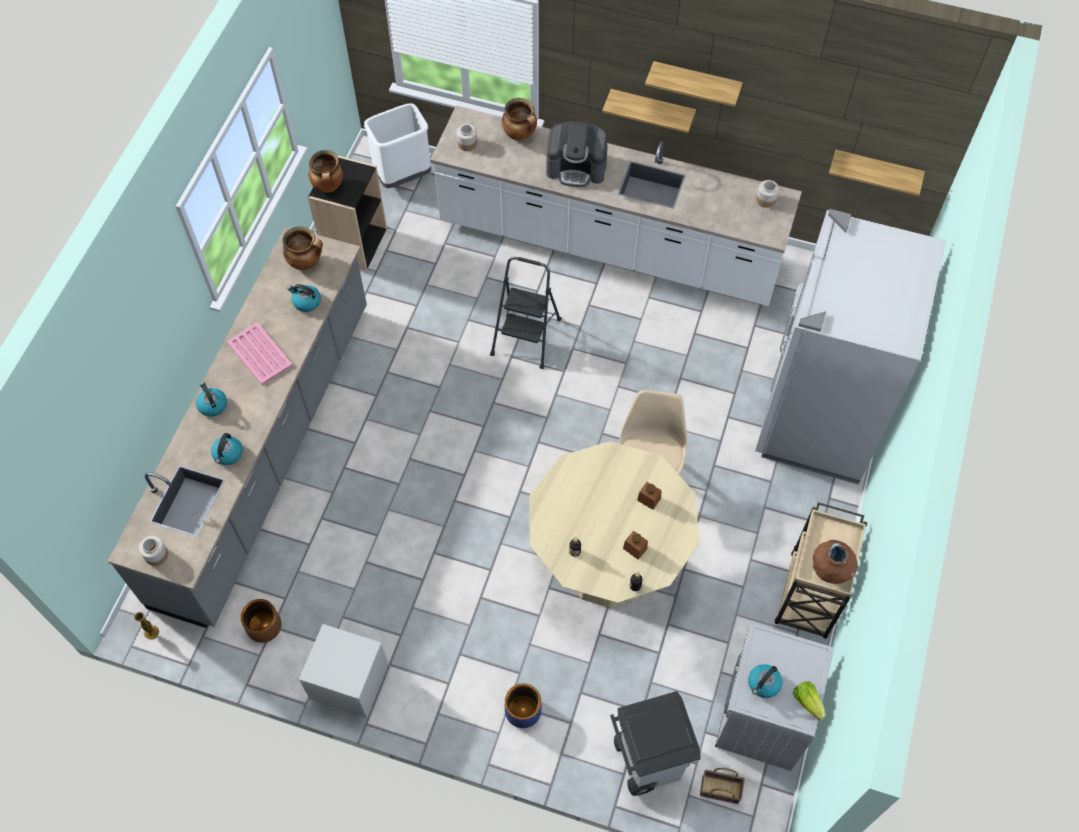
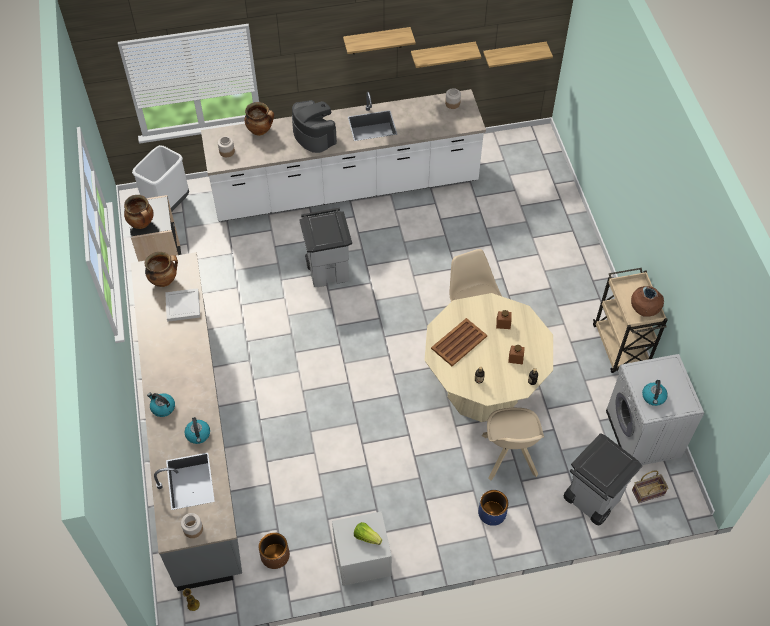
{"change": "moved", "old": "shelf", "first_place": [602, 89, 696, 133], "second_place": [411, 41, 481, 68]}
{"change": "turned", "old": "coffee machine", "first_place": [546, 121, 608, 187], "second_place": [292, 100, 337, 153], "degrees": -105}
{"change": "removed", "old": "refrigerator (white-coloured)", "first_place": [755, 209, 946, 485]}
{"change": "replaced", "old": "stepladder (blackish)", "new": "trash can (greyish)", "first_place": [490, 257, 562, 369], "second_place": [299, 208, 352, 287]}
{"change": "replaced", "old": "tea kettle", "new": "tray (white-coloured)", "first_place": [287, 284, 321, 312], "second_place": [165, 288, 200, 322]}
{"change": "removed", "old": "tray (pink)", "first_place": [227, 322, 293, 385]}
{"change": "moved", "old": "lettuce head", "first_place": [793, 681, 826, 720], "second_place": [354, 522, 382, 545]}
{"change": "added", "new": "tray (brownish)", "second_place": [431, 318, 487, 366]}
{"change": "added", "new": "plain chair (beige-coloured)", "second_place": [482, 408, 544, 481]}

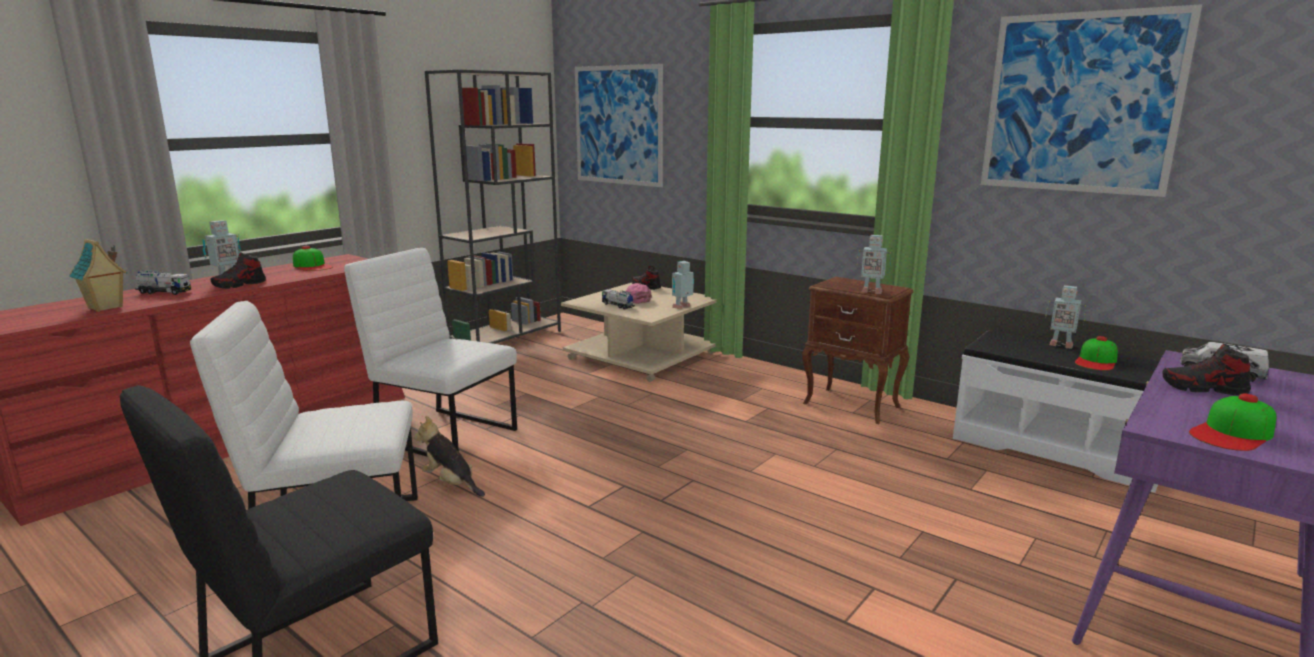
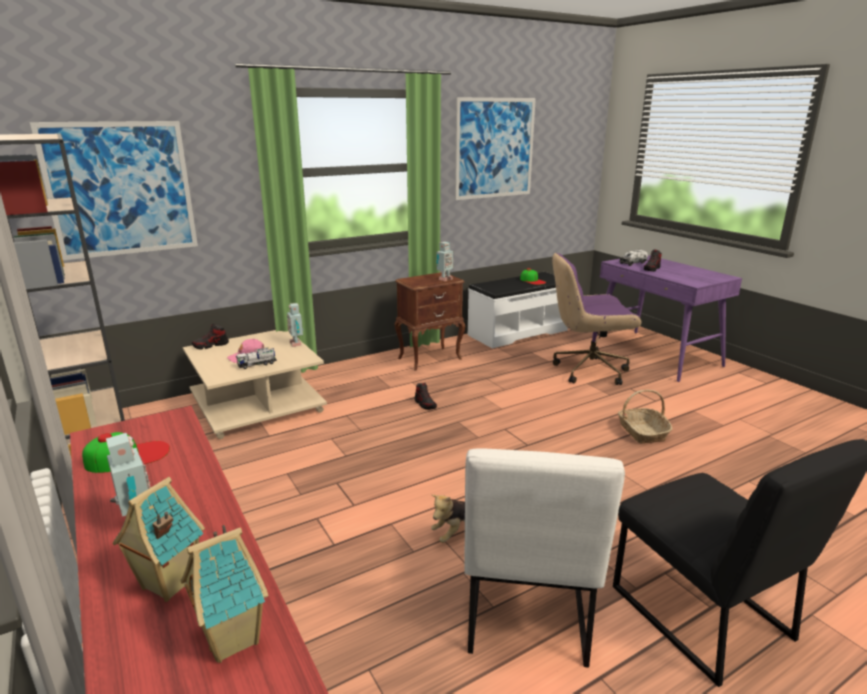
{"change": "removed", "old": "plain chair (white-coloured)", "first_place": [344, 248, 517, 457]}
{"change": "moved", "old": "shoe", "first_place": [211, 252, 266, 289], "second_place": [415, 383, 437, 410]}
{"change": "replaced", "old": "toy truck", "new": "model house", "first_place": [135, 270, 191, 295], "second_place": [113, 477, 205, 602]}
{"change": "removed", "old": "model robot", "first_place": [1045, 285, 1086, 348]}
{"change": "removed", "old": "peaked cap", "first_place": [1189, 393, 1276, 451]}
{"change": "added", "new": "office chair (purple-coloured)", "second_place": [552, 253, 642, 385]}
{"change": "added", "new": "household basket", "second_place": [618, 390, 672, 444]}

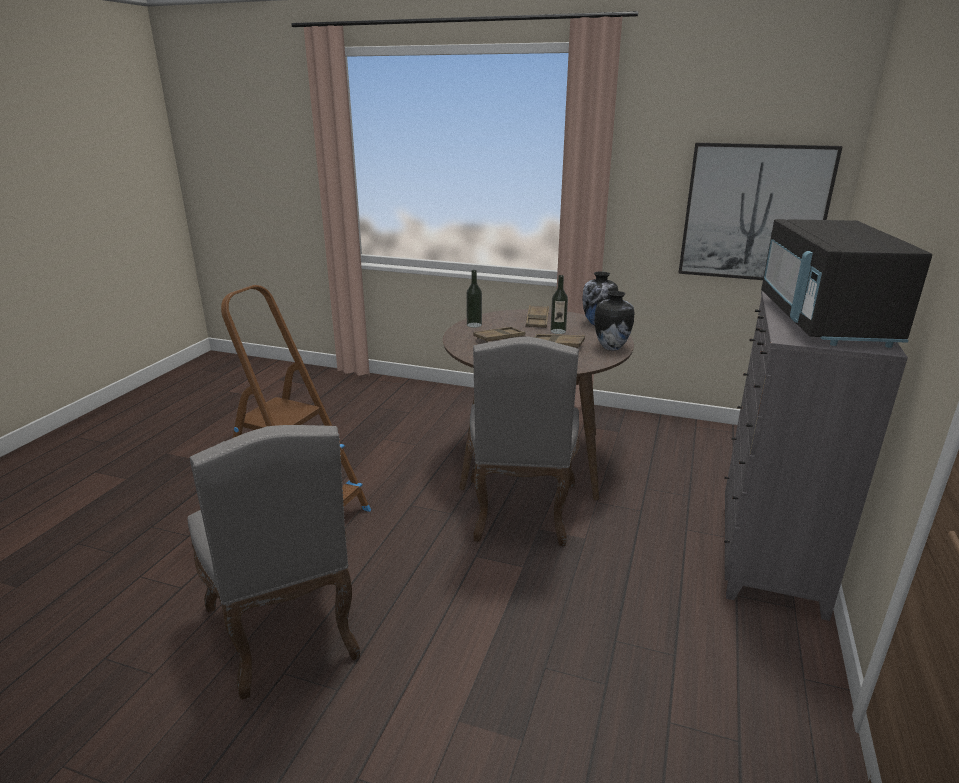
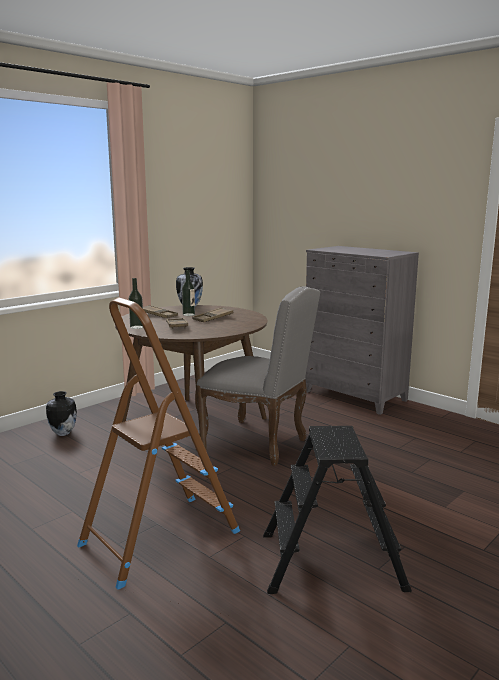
{"change": "removed", "old": "wall picture", "first_place": [678, 143, 843, 280]}
{"change": "removed", "old": "microwave oven (blackish)", "first_place": [761, 219, 932, 348]}
{"change": "moved", "old": "vase", "first_place": [594, 291, 635, 351], "second_place": [46, 391, 77, 436]}
{"change": "replaced", "old": "plain chair (greyish)", "new": "stepladder (blackish)", "first_place": [187, 425, 360, 700], "second_place": [263, 426, 412, 594]}

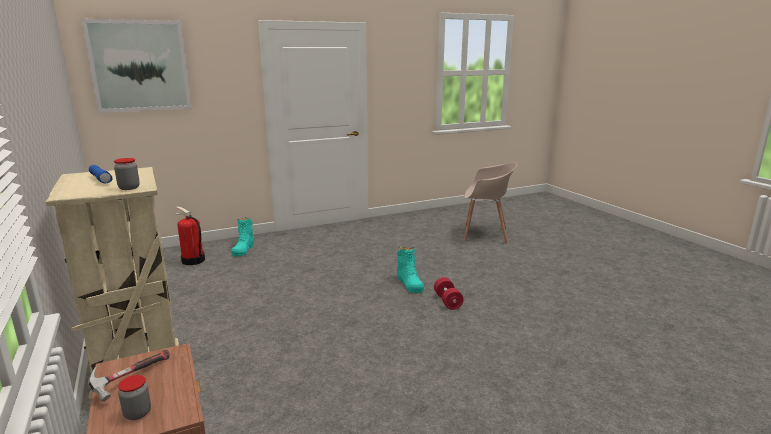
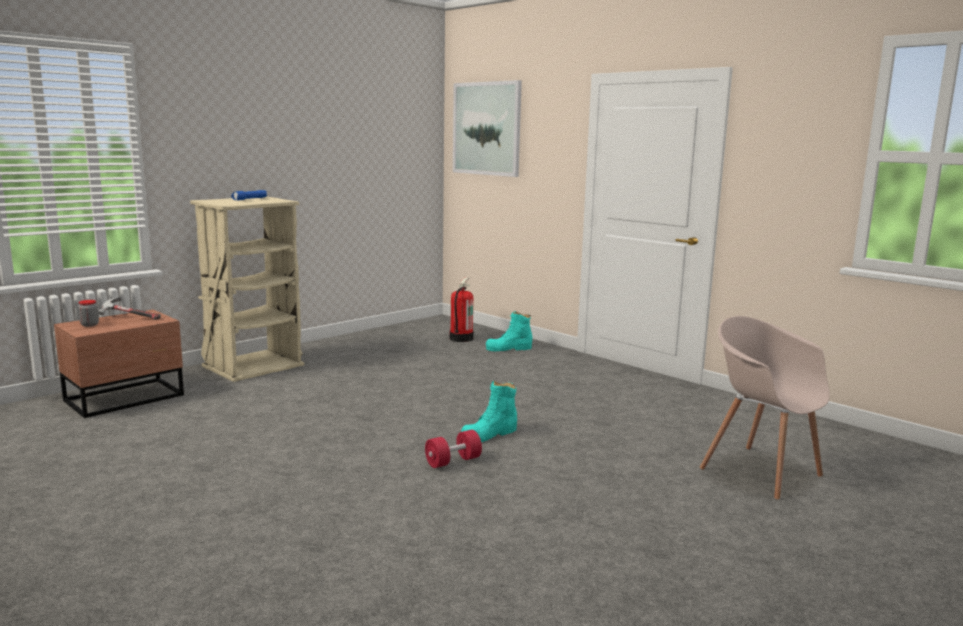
{"change": "removed", "old": "preserve jar", "first_place": [114, 158, 140, 190]}
{"change": "turned", "old": "plain chair (beige-coloured)", "first_place": [464, 162, 517, 243], "second_place": [700, 316, 830, 500], "degrees": 150}

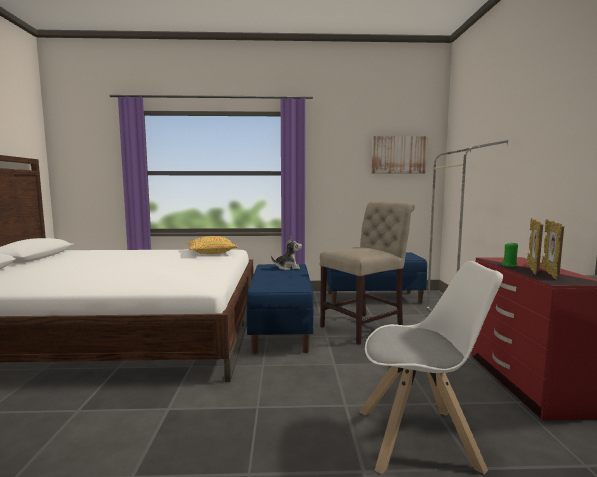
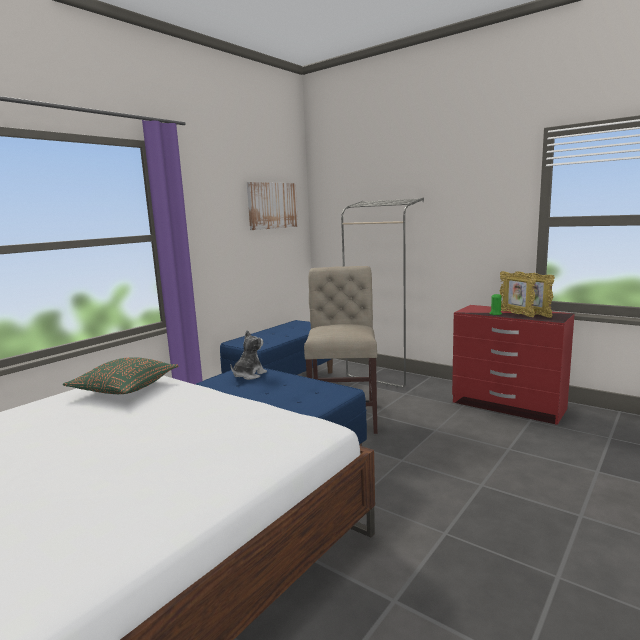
{"change": "recoloured", "old": "throw pillow (yellow-coloured)", "new": "throw pillow (green-coloured)", "first_place": [187, 236, 238, 254], "second_place": [63, 357, 178, 394]}
{"change": "removed", "old": "plain chair", "first_place": [359, 261, 503, 474]}

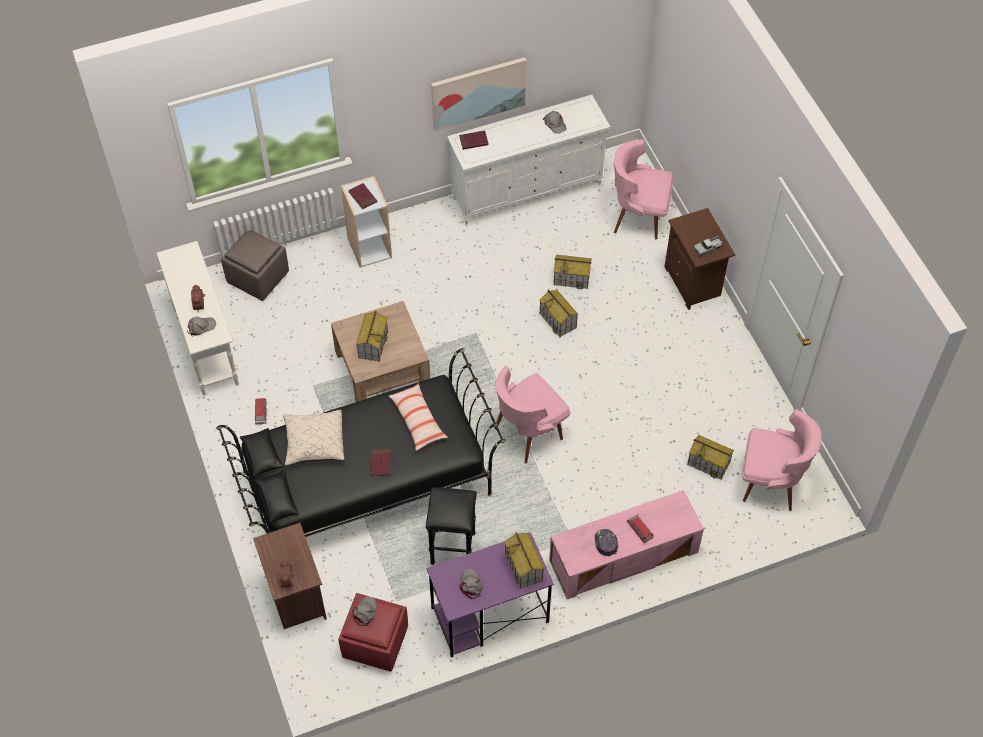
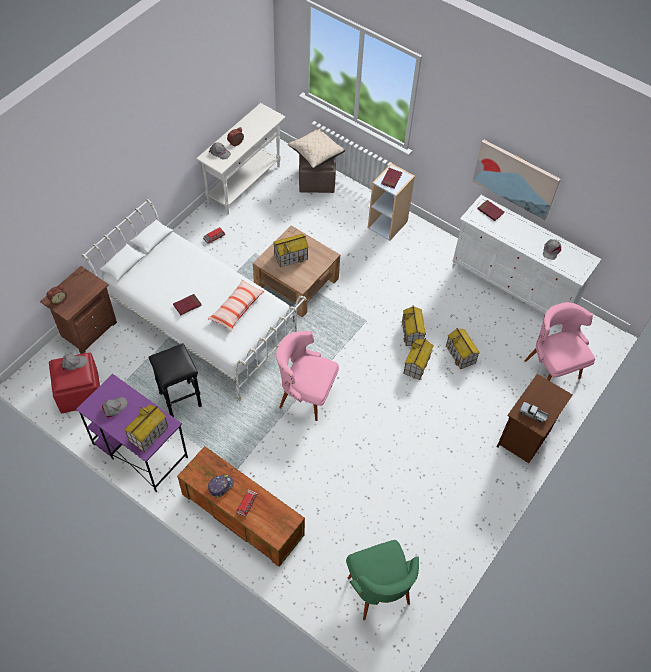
{"change": "recoloured", "old": "sleeping bed (blackish)", "new": "sleeping bed (white-coloured)", "first_place": [216, 348, 506, 537], "second_place": [82, 199, 307, 401]}
{"change": "recoloured", "old": "plain chair (pink)", "new": "plain chair (green-coloured)", "first_place": [742, 409, 821, 511], "second_place": [346, 540, 419, 620]}
{"change": "moved", "old": "throw pillow (beige-coloured)", "first_place": [283, 410, 345, 466], "second_place": [288, 128, 345, 169]}
{"change": "moved", "old": "model house", "first_place": [687, 435, 734, 480], "second_place": [402, 305, 426, 346]}
{"change": "recoloured", "old": "indoor bench (pink)", "new": "indoor bench (brownish)", "first_place": [549, 490, 704, 599], "second_place": [177, 446, 305, 567]}

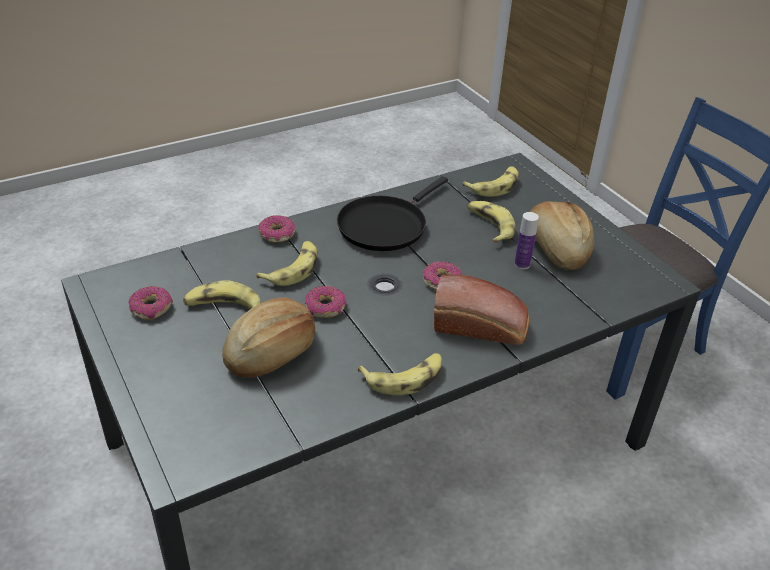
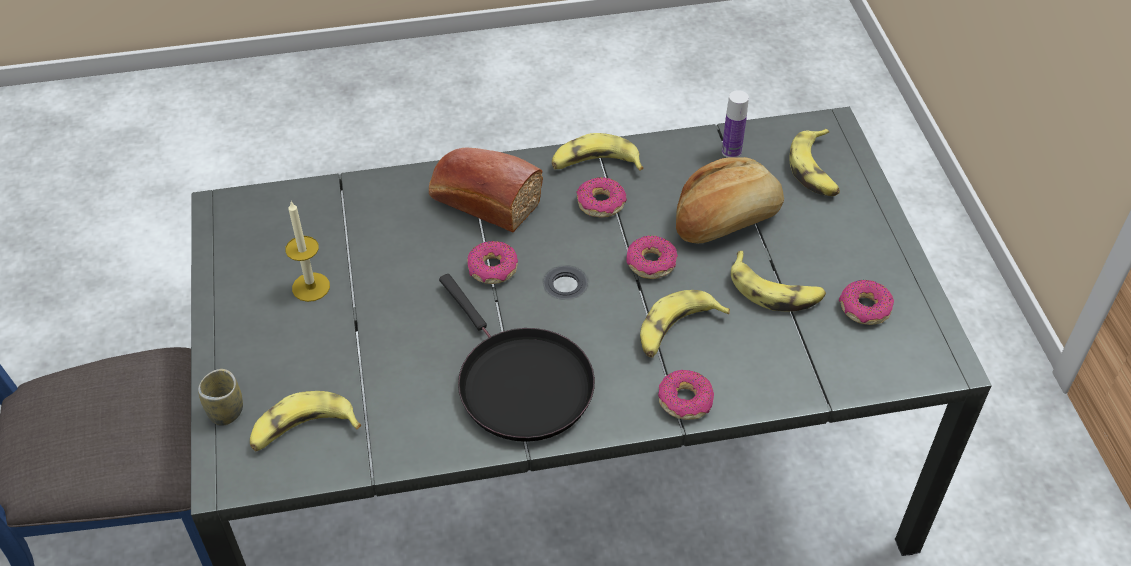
{"change": "turned", "old": "frying pan (blackish)", "first_place": [337, 176, 448, 251], "second_place": [439, 274, 595, 442], "degrees": 90}
{"change": "moved", "old": "banana", "first_place": [467, 201, 515, 243], "second_place": [790, 129, 840, 196]}
{"change": "replaced", "old": "bread", "new": "candle", "first_place": [530, 201, 594, 270], "second_place": [285, 202, 330, 302]}
{"change": "moved", "old": "beverage bottle", "first_place": [514, 212, 539, 269], "second_place": [722, 90, 749, 158]}
{"change": "added", "new": "donut", "second_place": [577, 177, 627, 218]}
{"change": "added", "new": "small cup", "second_place": [198, 369, 243, 426]}

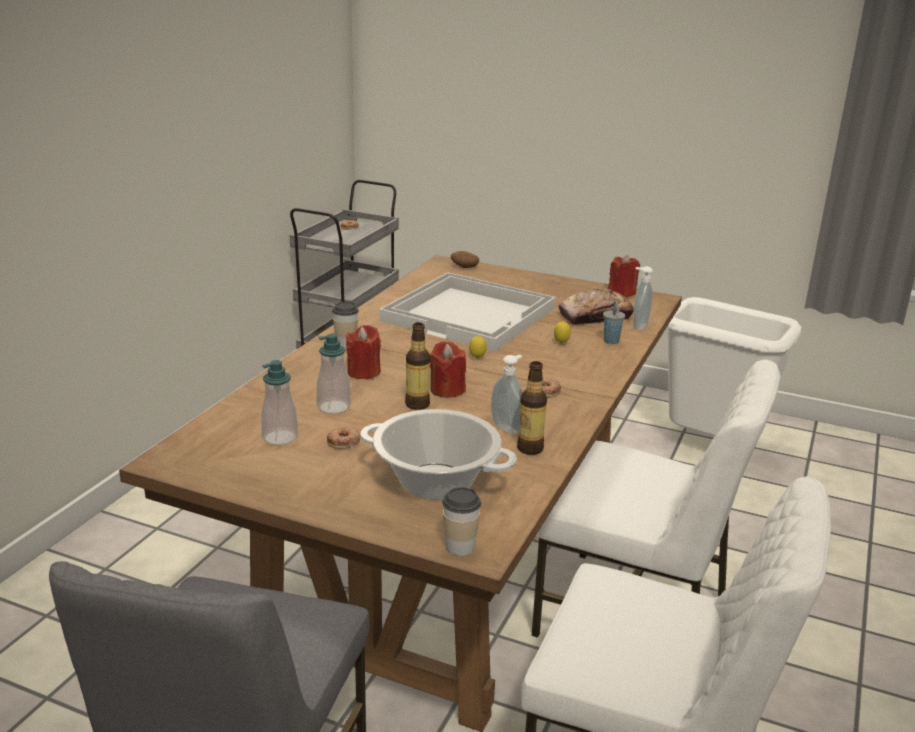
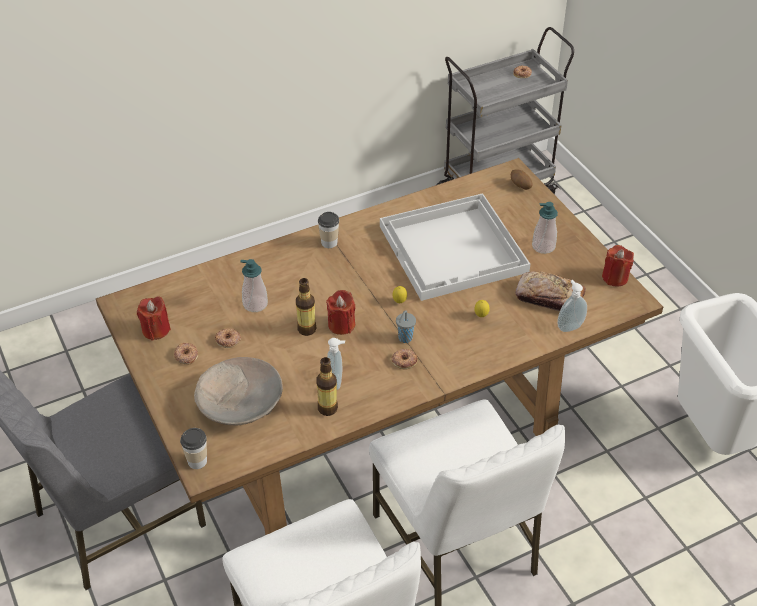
{"change": "moved", "old": "small cup (greyish)", "first_place": [603, 300, 625, 344], "second_place": [396, 310, 416, 343]}
{"change": "moved", "old": "candle (reddish)", "first_place": [346, 325, 381, 379], "second_place": [137, 296, 171, 341]}
{"change": "moved", "old": "soap bottle", "first_place": [261, 360, 298, 445], "second_place": [532, 202, 558, 254]}
{"change": "replaced", "old": "cooking pot", "new": "serving bowl (beige-coloured)", "first_place": [360, 409, 517, 500], "second_place": [194, 357, 283, 425]}
{"change": "added", "new": "donut", "second_place": [174, 342, 198, 364]}

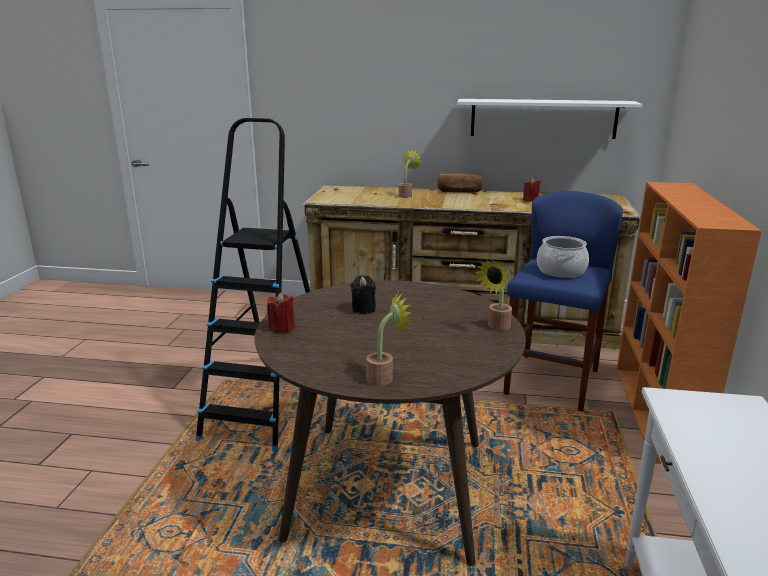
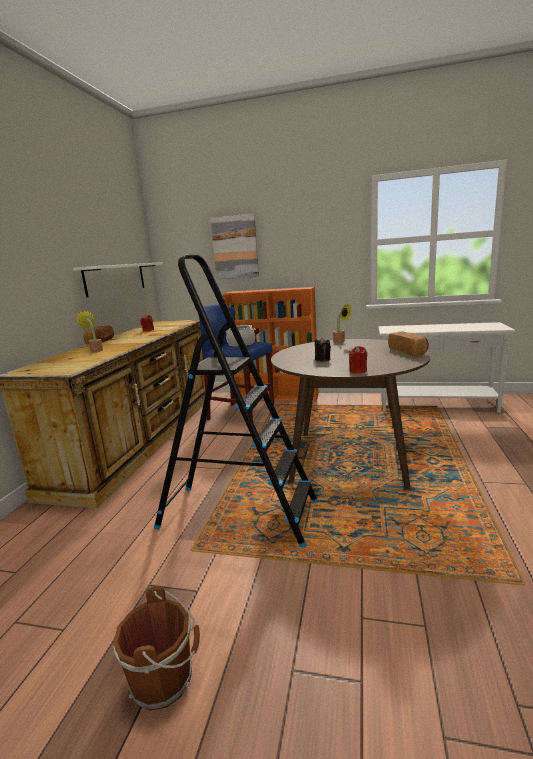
{"change": "replaced", "old": "houseplant", "new": "bread", "first_place": [366, 293, 412, 386], "second_place": [388, 331, 429, 356]}
{"change": "added", "new": "wall picture", "second_place": [210, 213, 259, 279]}
{"change": "added", "new": "bucket (brownish)", "second_place": [113, 586, 200, 711]}

